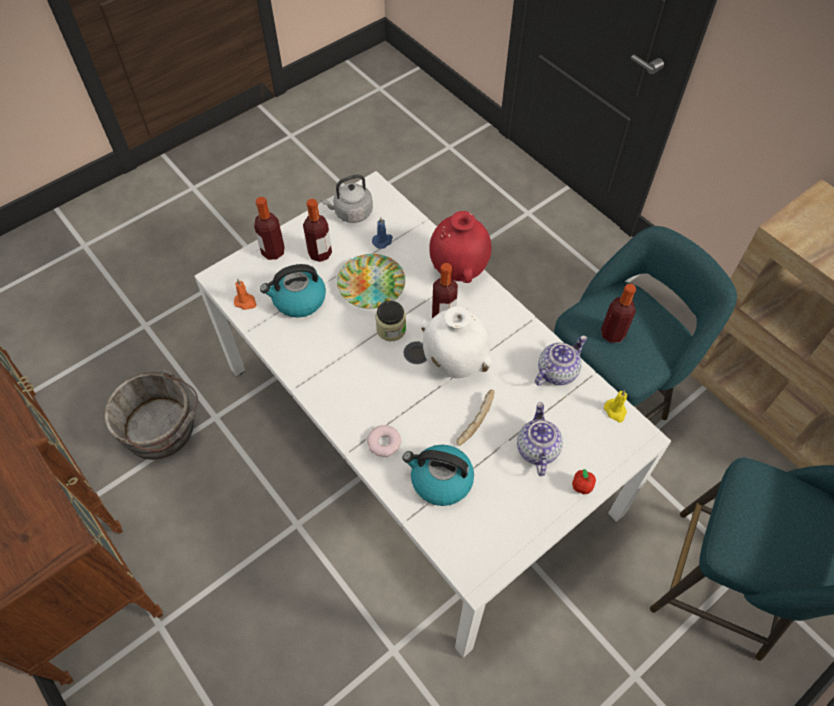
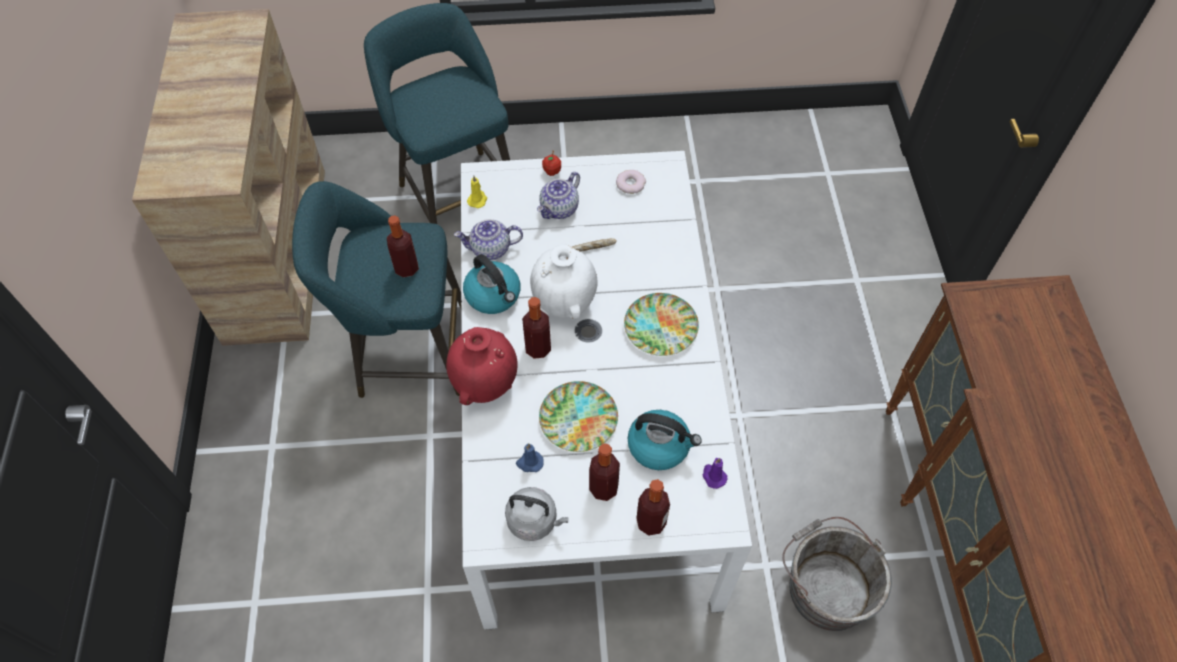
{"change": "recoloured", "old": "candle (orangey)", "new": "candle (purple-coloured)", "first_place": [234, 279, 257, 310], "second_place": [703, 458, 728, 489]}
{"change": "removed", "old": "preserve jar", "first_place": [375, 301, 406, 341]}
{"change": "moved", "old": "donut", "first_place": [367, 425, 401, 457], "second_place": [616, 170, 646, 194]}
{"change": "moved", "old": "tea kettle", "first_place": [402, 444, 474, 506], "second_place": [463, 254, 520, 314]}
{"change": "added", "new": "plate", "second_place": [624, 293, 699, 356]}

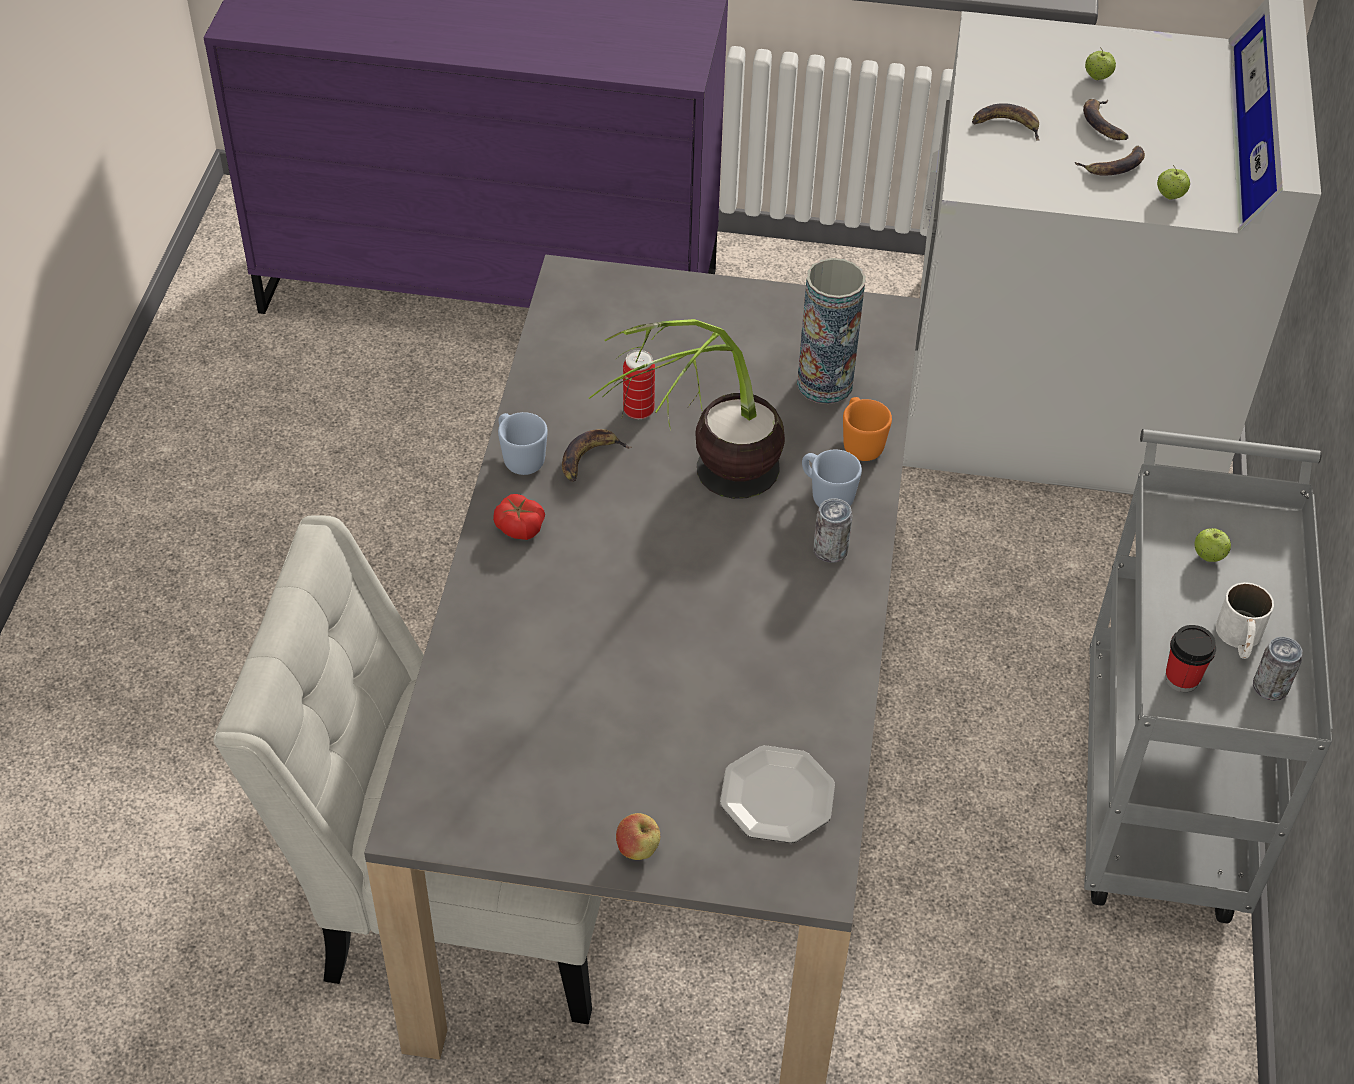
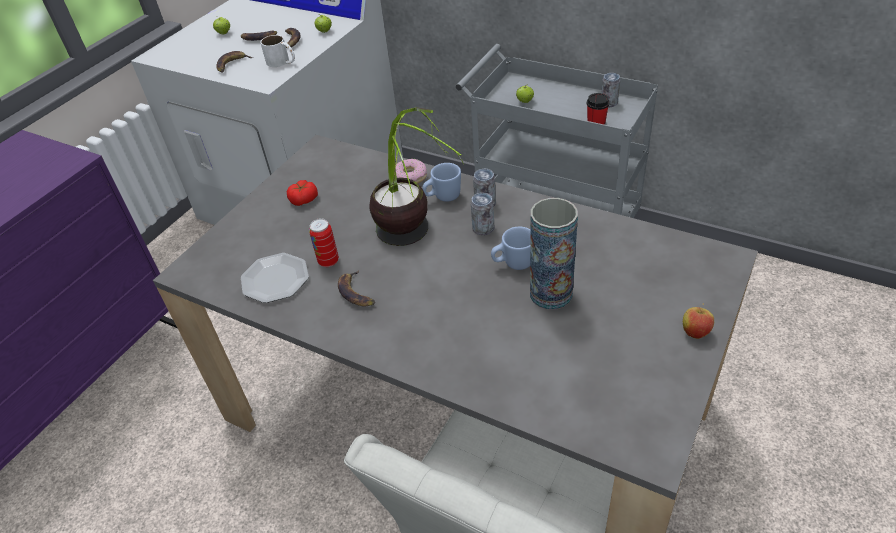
{"change": "moved", "old": "vase", "first_place": [797, 258, 866, 404], "second_place": [530, 198, 578, 310]}
{"change": "replaced", "old": "coffee mug (orangey)", "new": "donut", "first_place": [843, 397, 892, 461], "second_place": [396, 159, 427, 183]}
{"change": "moved", "old": "coffee mug (blue)", "first_place": [498, 412, 548, 475], "second_place": [491, 227, 531, 270]}
{"change": "moved", "old": "whole tomato", "first_place": [493, 494, 545, 540], "second_place": [287, 180, 318, 206]}
{"change": "moved", "old": "coffee mug (white-coloured)", "first_place": [1216, 582, 1274, 659], "second_place": [261, 35, 295, 67]}
{"change": "moved", "old": "plate", "first_place": [720, 745, 835, 843], "second_place": [241, 253, 309, 303]}
{"change": "added", "new": "metal can", "second_place": [471, 193, 494, 235]}

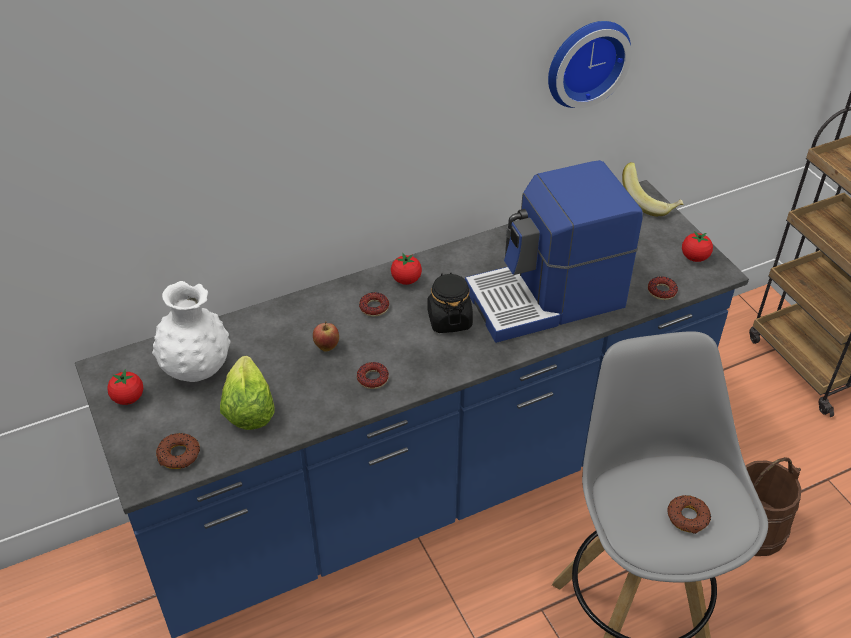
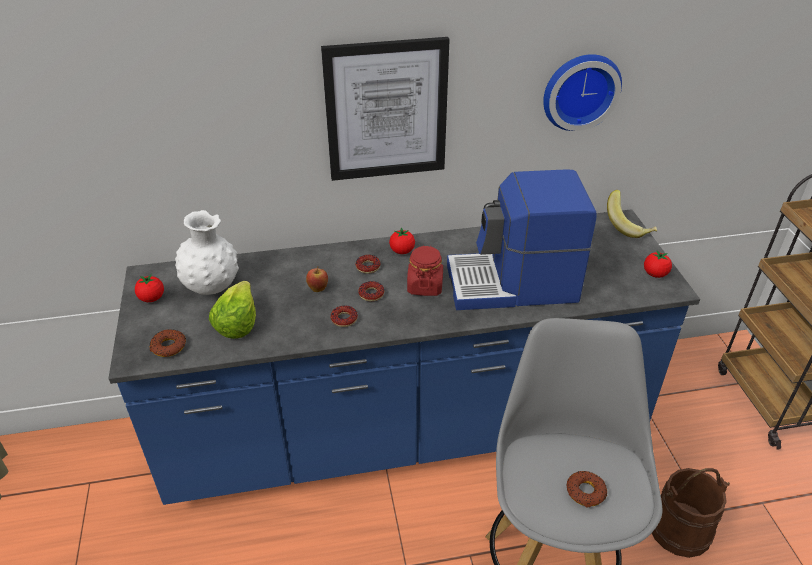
{"change": "recoloured", "old": "preserve jar (blackish)", "new": "preserve jar (reddish)", "first_place": [427, 272, 473, 333], "second_place": [407, 245, 443, 296]}
{"change": "moved", "old": "donut", "first_place": [648, 276, 678, 300], "second_place": [358, 281, 384, 301]}
{"change": "added", "new": "wall picture", "second_place": [321, 37, 450, 181]}

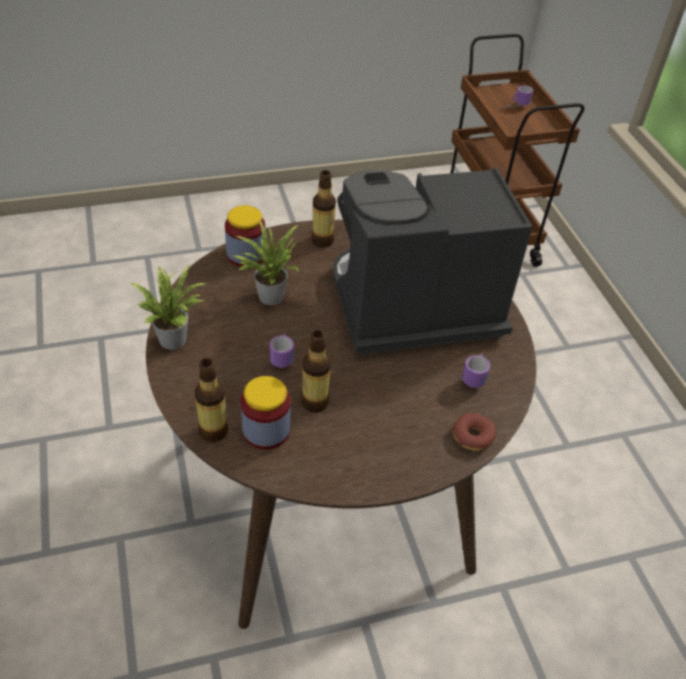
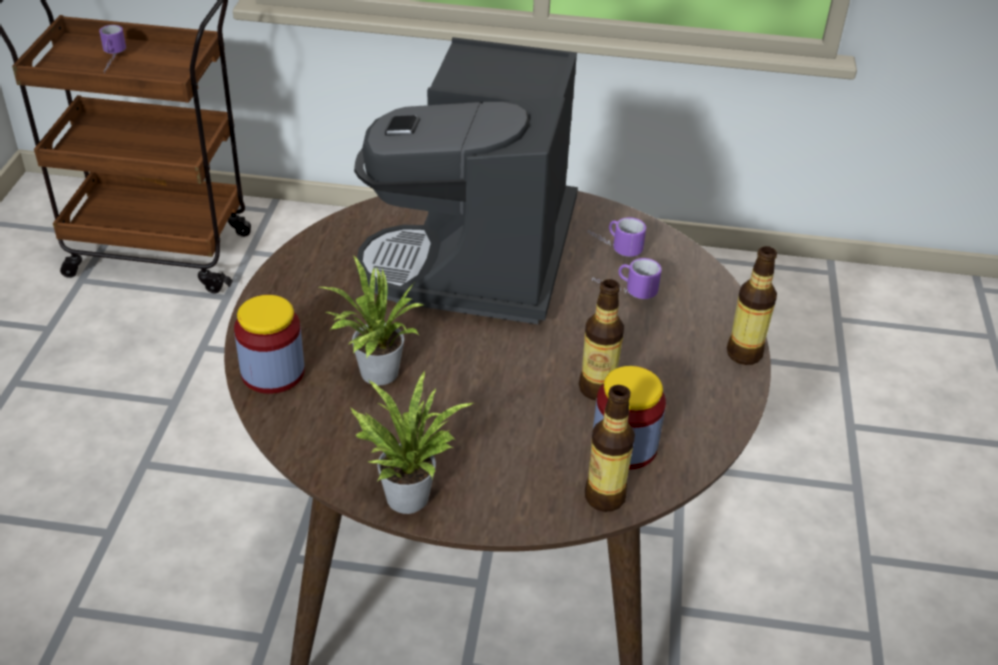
{"change": "moved", "old": "beverage bottle", "first_place": [311, 170, 336, 247], "second_place": [727, 246, 777, 365]}
{"change": "moved", "old": "coffee mug", "first_place": [270, 332, 294, 368], "second_place": [592, 258, 662, 299]}
{"change": "removed", "old": "donut", "first_place": [453, 413, 496, 451]}

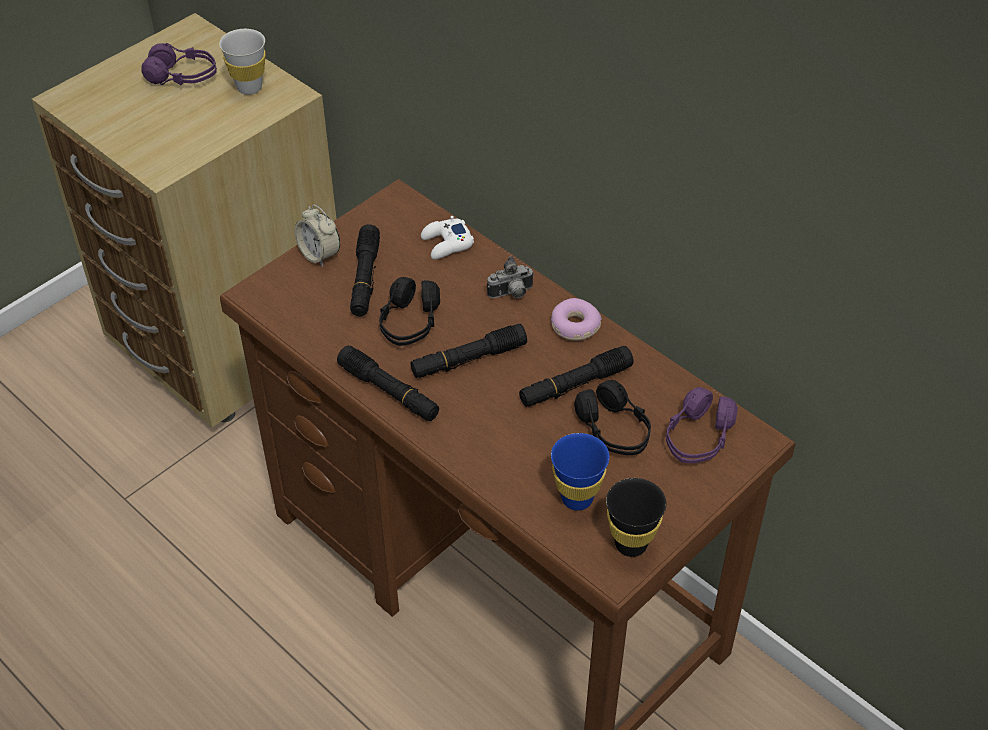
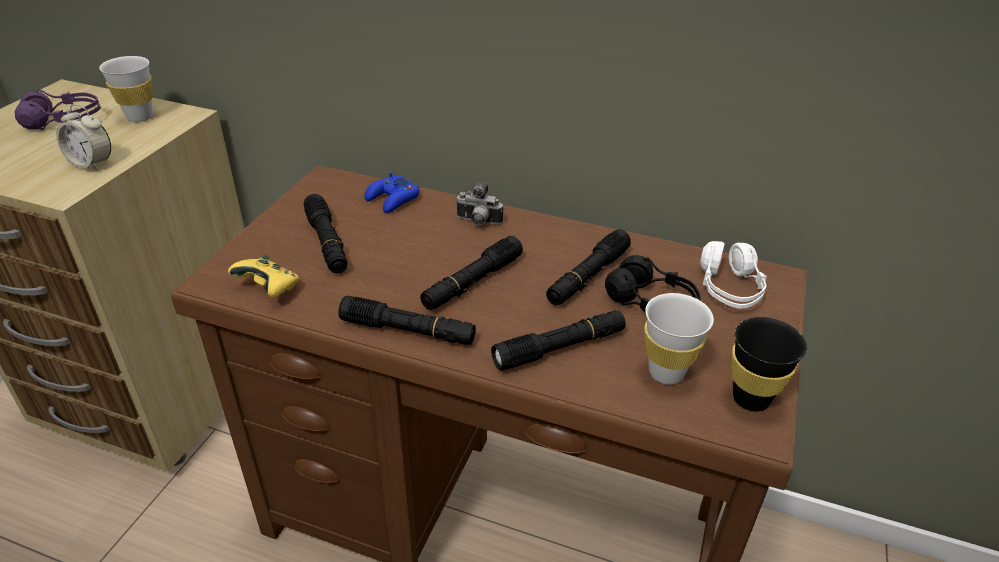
{"change": "moved", "old": "bedside clock", "first_place": [294, 205, 340, 267], "second_place": [56, 104, 111, 170]}
{"change": "recoloured", "old": "gamepad (white-coloured)", "new": "gamepad (blue)", "first_place": [421, 216, 474, 259], "second_place": [364, 172, 419, 213]}
{"change": "turned", "old": "still camera", "first_place": [487, 256, 534, 298], "second_place": [456, 182, 503, 225], "degrees": 60}
{"change": "removed", "old": "pair of headphones (blackish)", "first_place": [379, 277, 440, 346]}
{"change": "removed", "old": "donut", "first_place": [551, 298, 602, 341]}
{"change": "recoloured", "old": "pair of headphones (purple-coloured)", "new": "pair of headphones (white-coloured)", "first_place": [666, 387, 738, 463], "second_place": [700, 241, 767, 309]}
{"change": "recoloured", "old": "small cup (blue)", "new": "small cup (white-coloured)", "first_place": [551, 433, 609, 511], "second_place": [645, 293, 714, 385]}
{"change": "added", "new": "gamepad (yellow-coloured)", "second_place": [228, 255, 299, 297]}
{"change": "added", "new": "torch (blackish)", "second_place": [491, 310, 626, 371]}

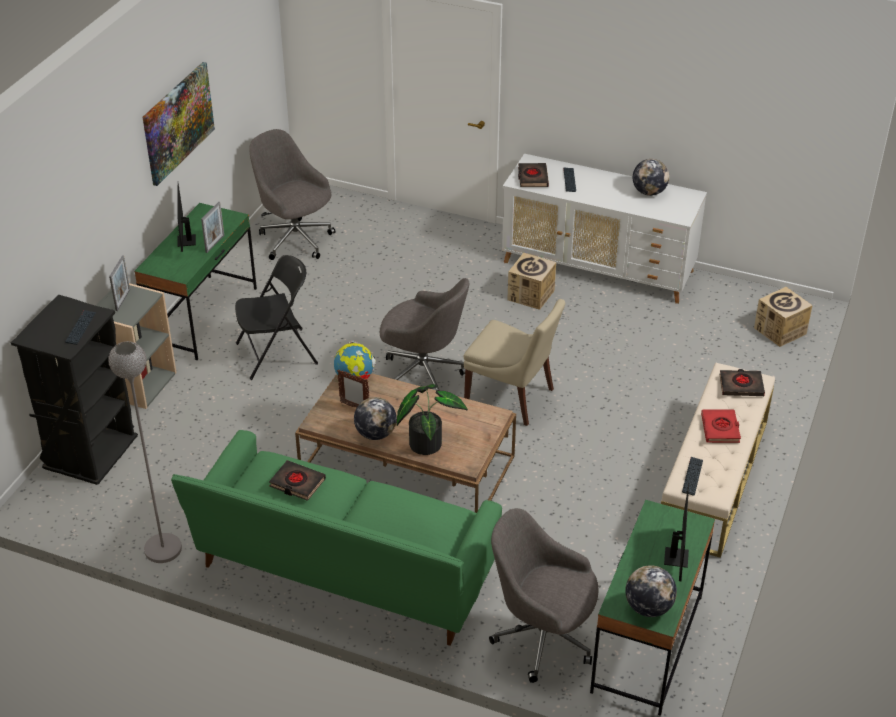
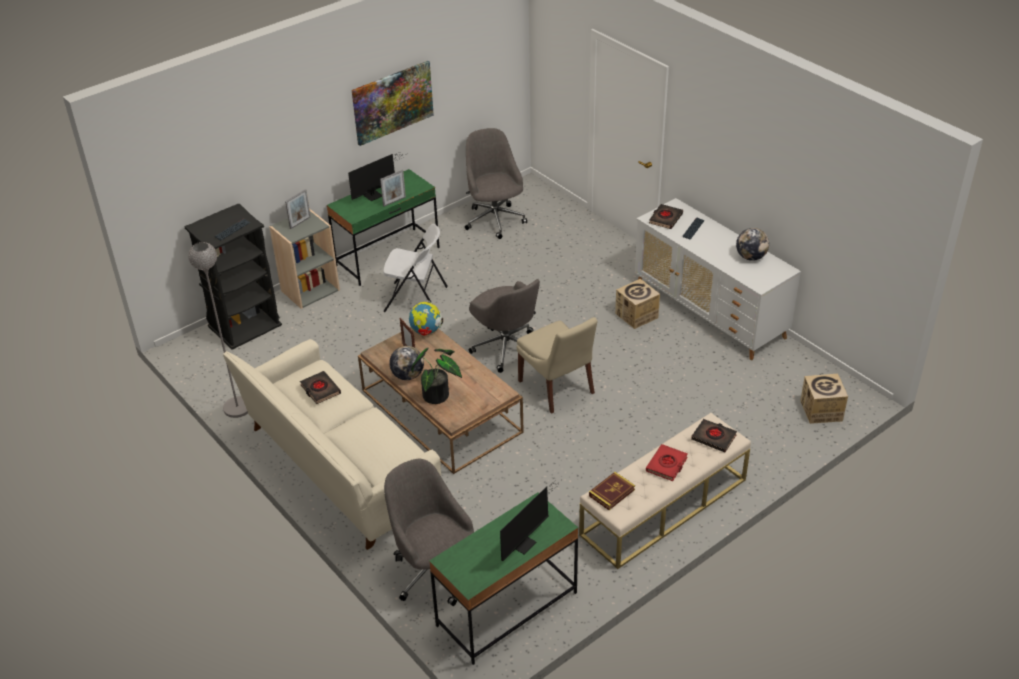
{"change": "turned", "old": "computer display", "first_place": [177, 183, 196, 252], "second_place": [348, 152, 404, 201], "degrees": -150}
{"change": "recoloured", "old": "plain chair (blackish)", "new": "plain chair (white-coloured)", "first_place": [235, 255, 318, 380], "second_place": [384, 224, 448, 312]}
{"change": "recoloured", "old": "sofa (green-coloured)", "new": "sofa (beige-coloured)", "first_place": [171, 430, 502, 646], "second_place": [223, 339, 441, 550]}
{"change": "replaced", "old": "computer keyboard", "new": "volume", "first_place": [682, 457, 703, 495], "second_place": [589, 472, 635, 510]}
{"change": "removed", "old": "desk globe", "first_place": [625, 565, 677, 617]}

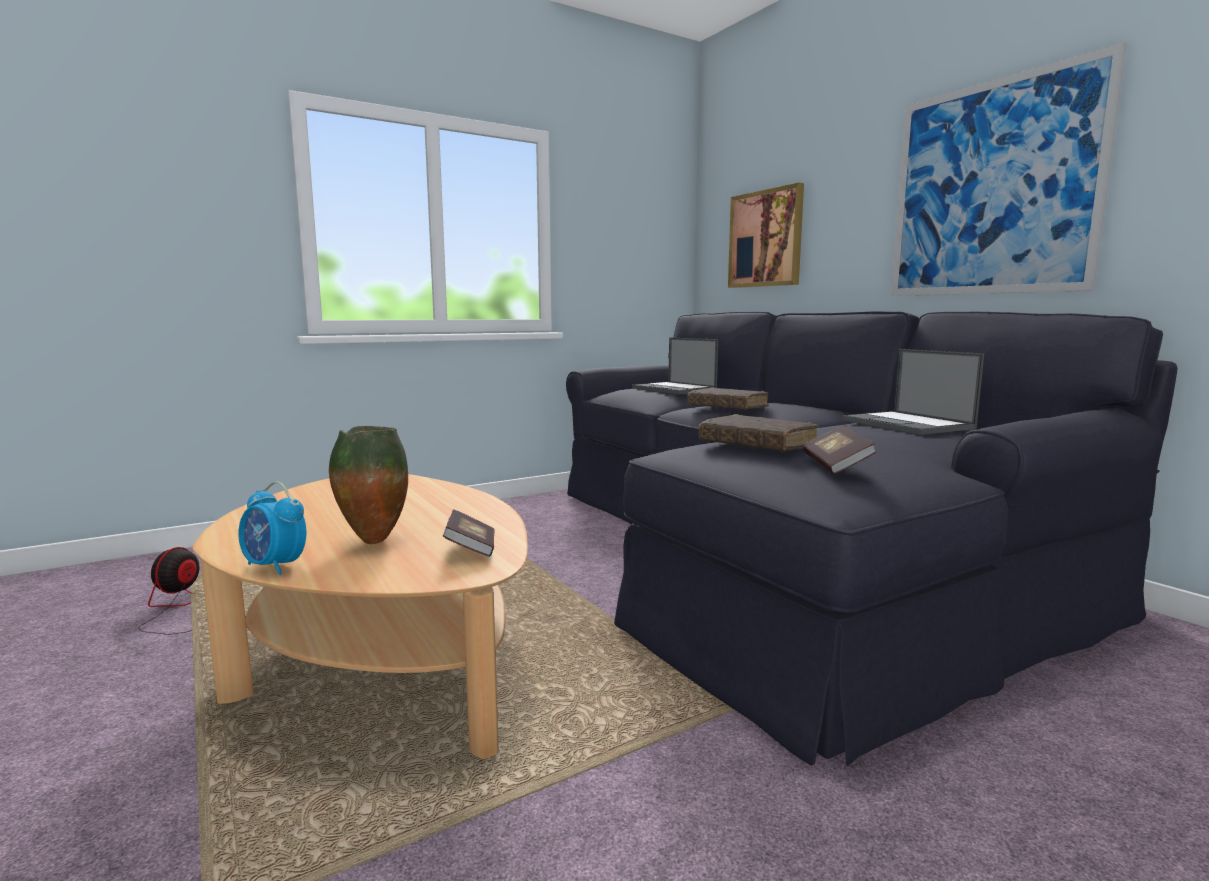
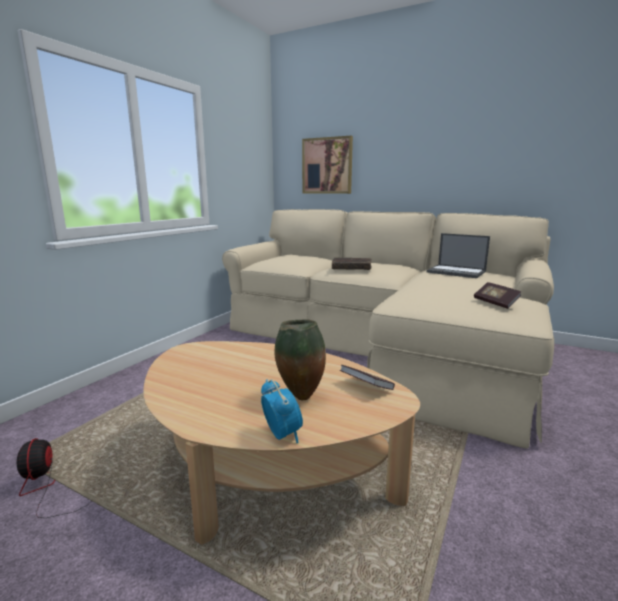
{"change": "removed", "old": "wall picture", "first_place": [891, 42, 1127, 296]}
{"change": "recoloured", "old": "sofa (blackish)", "new": "sofa (beige-coloured)", "first_place": [566, 311, 1177, 766], "second_place": [222, 209, 554, 449]}
{"change": "removed", "old": "laptop", "first_place": [632, 337, 718, 394]}
{"change": "removed", "old": "volume (brownish)", "first_place": [698, 414, 818, 452]}
{"change": "turned", "old": "bedside clock", "first_place": [238, 481, 306, 575], "second_place": [261, 379, 303, 443], "degrees": -120}

